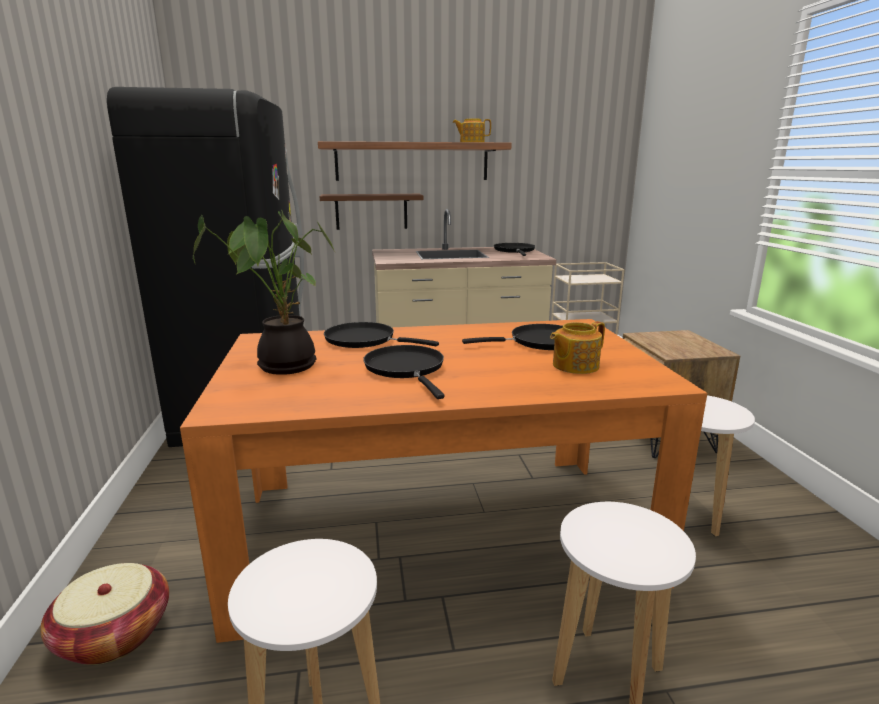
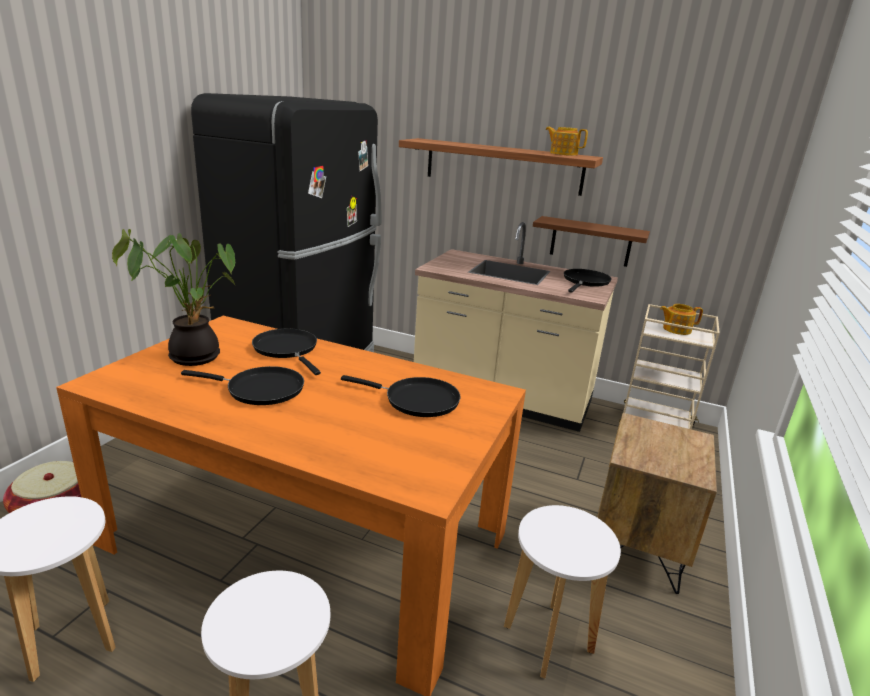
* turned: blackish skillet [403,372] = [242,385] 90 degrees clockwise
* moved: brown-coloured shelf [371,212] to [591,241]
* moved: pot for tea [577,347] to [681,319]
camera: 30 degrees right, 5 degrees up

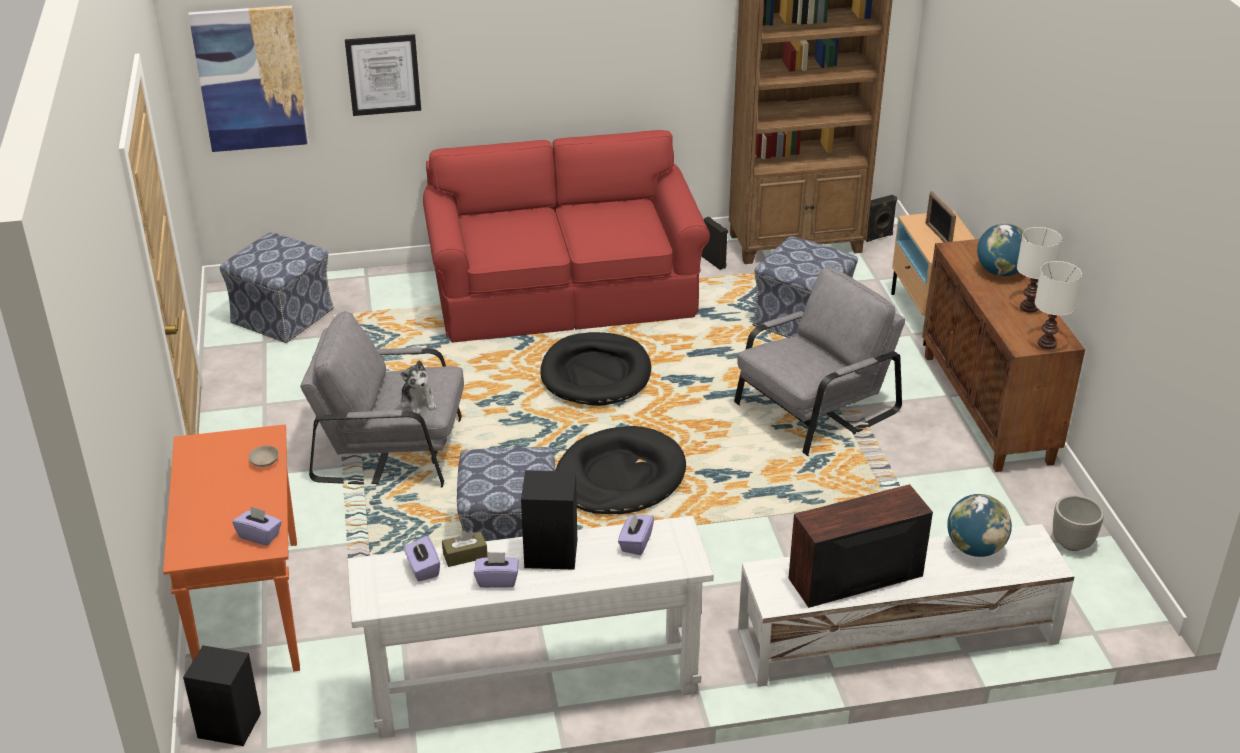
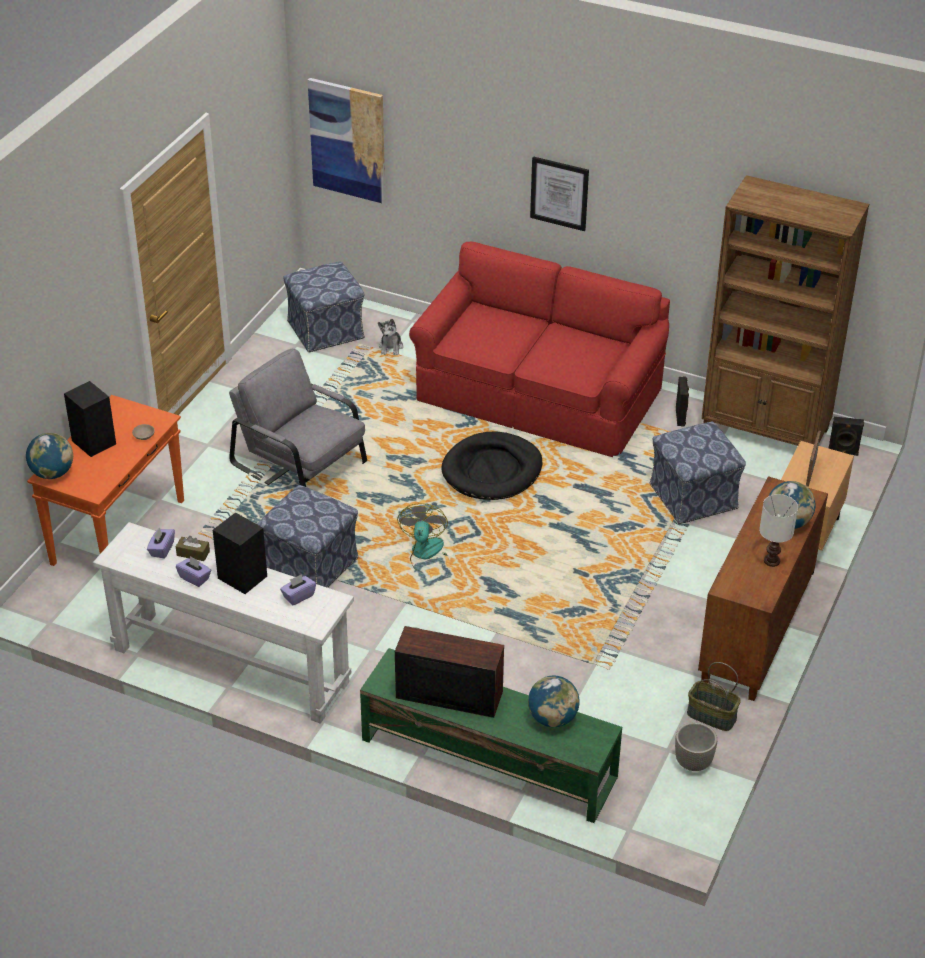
* added: world globe [49,456]
* moved: blackish loudspeaker [222,695] to [90,419]
* recoloured: whitish media console [906,605] to green media console [491,735]
* moved: plush toy [418,387] to [390,337]
* replaced: blackish pet bed [620,470] to fan [422,537]
* moved: picture [383,75] to [559,193]
* added: basket [714,696]
* removed: purple-coloured tissue holder [257,526]
* removed: greyish lounge chair [819,361]
* removed: whitish tabletop lamp [1058,305]
camera: 35 degrees right, 5 degrees up

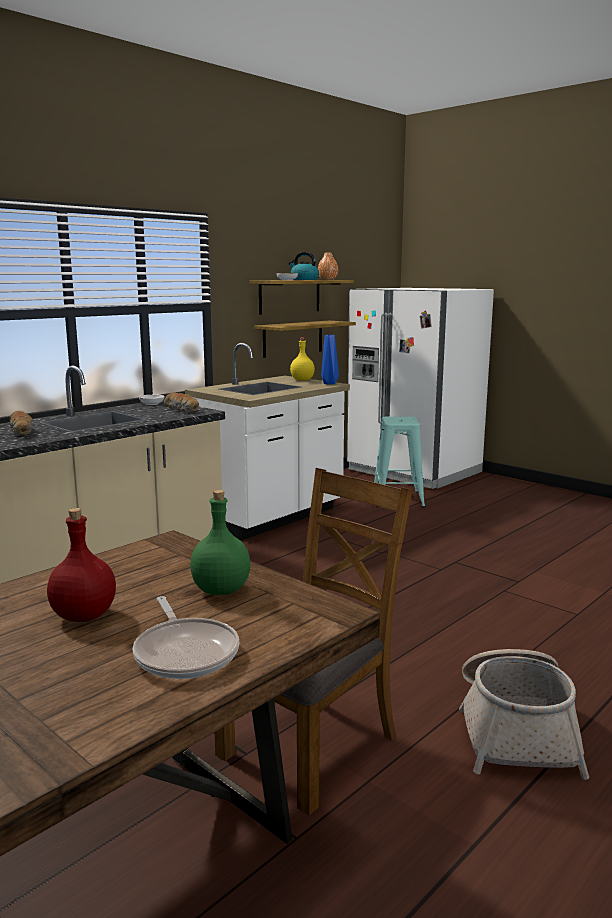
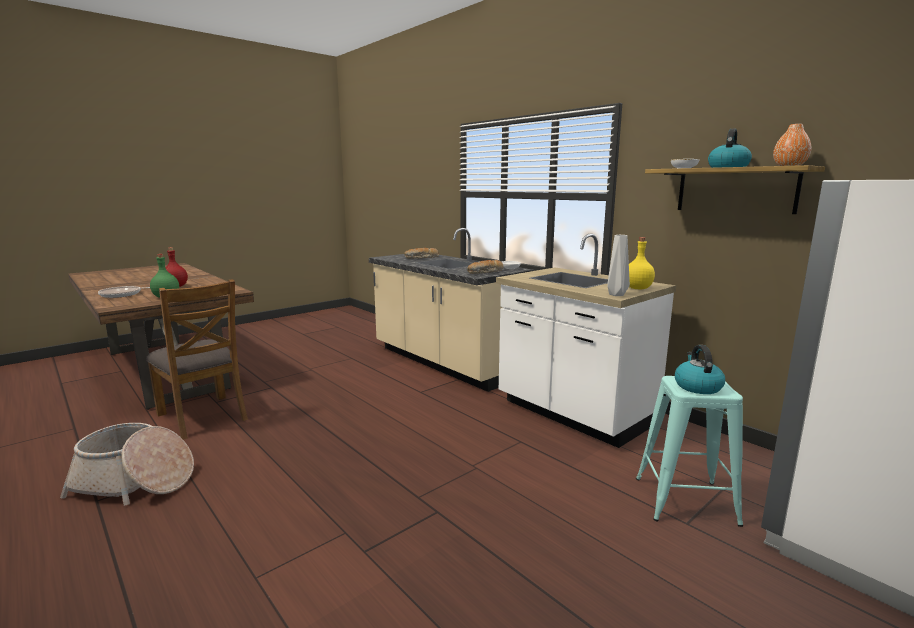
* recoloured: blue decorative vase [330,360] to greyish decorative vase [619,265]
* added: tea kettle [700,369]
* removed: shelf [305,339]
camera: 95 degrees right, 0 degrees up

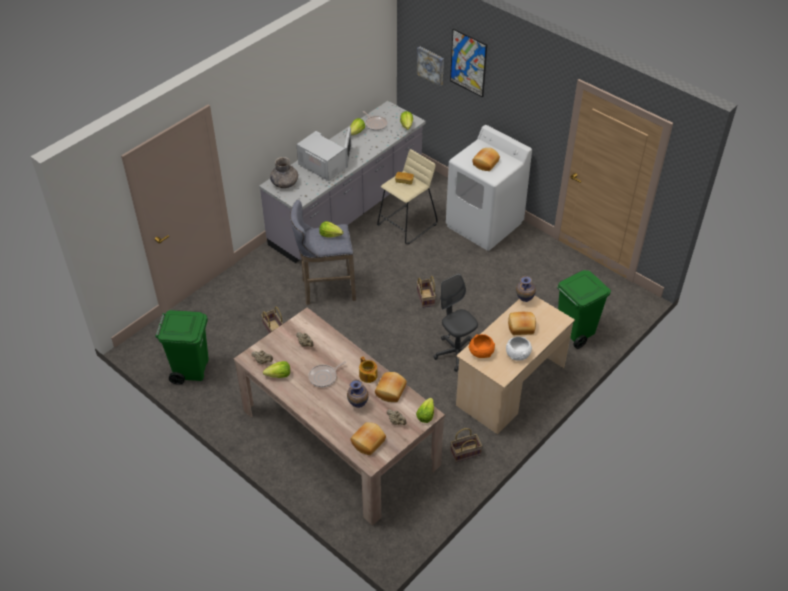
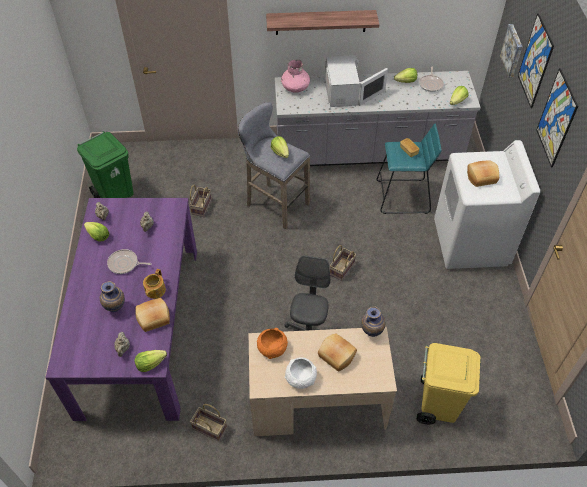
* recoloured: sand-coloured kitchen table [339,416] to purple-coloured kitchen table [121,309]
* added: shelf [322,22]
* recoloured: greyish decorative vase [284,172] to pink decorative vase [295,76]
* recoloured: sand-coloured stool seat [407,196] to turquoise stool seat [409,168]
* recoloured: green trash can [584,309] to yellow trash can [449,383]
* added: picture [557,118]
* removed: baked bread [368,438]
camera: 45 degrees right, 5 degrees up

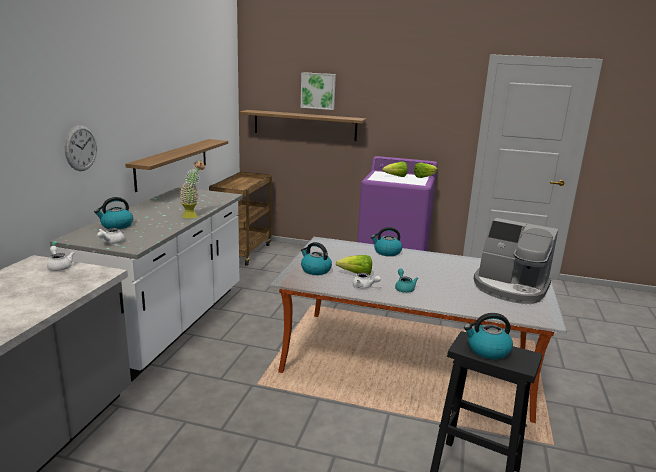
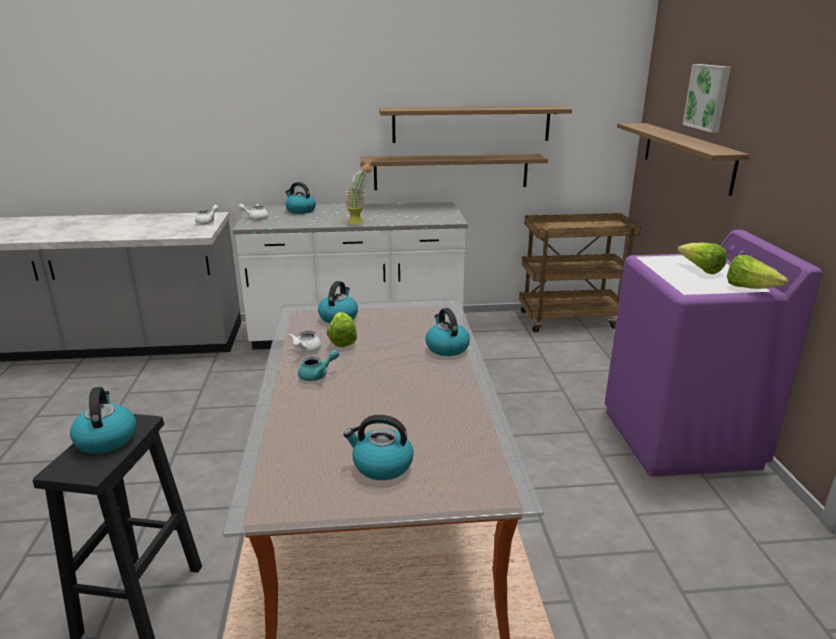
* replaced: coffee machine [516,261] to tea kettle [378,447]
* added: shelf [475,124]
* removed: hanging clock [80,148]
camera: 70 degrees right, 5 degrees up

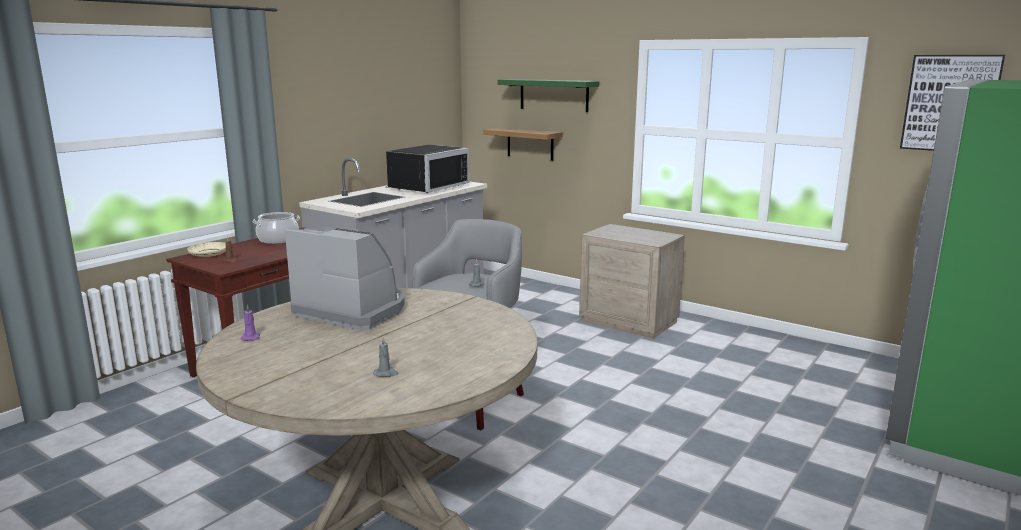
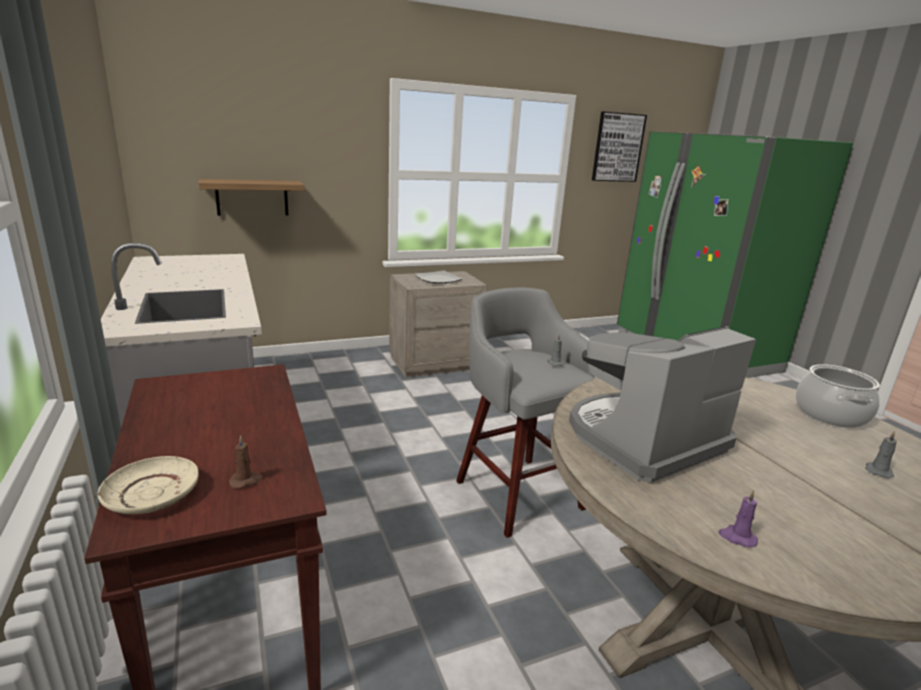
* added: plate [438,277]
* moved: saucepot [276,228] to [838,396]
* removed: blackish microwave [427,169]
* removed: green shelf [548,95]
camera: 60 degrees left, 5 degrees up

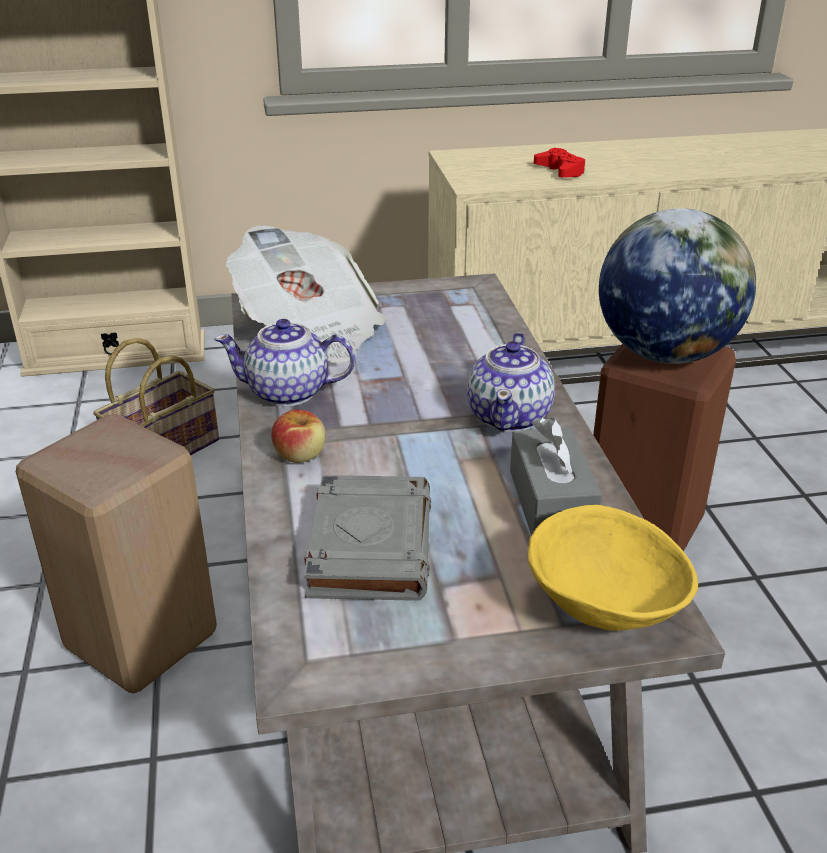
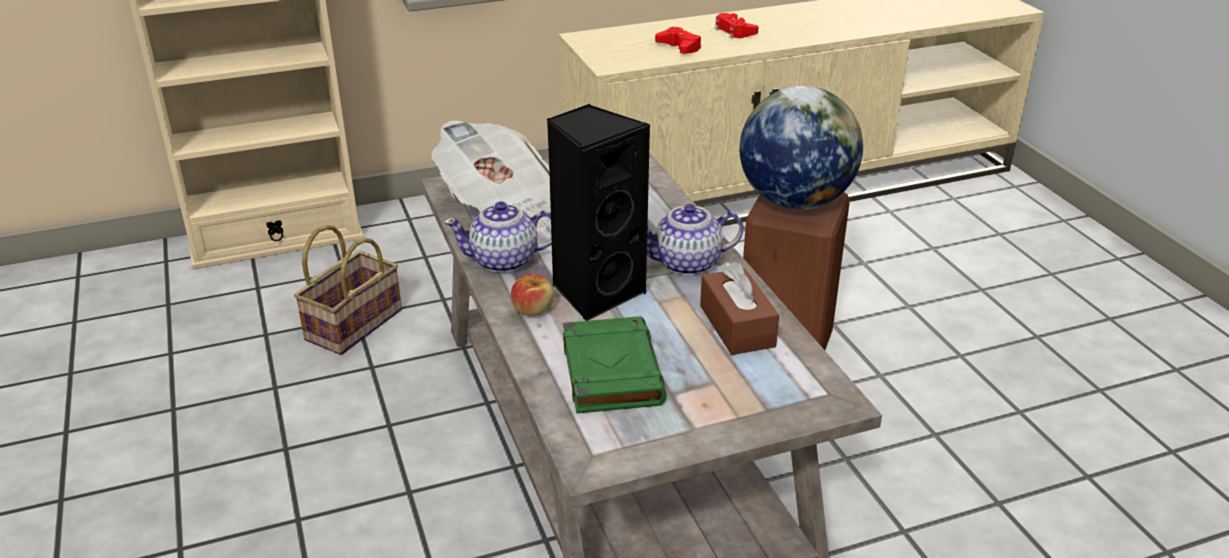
* added: blackish loudspeaker [598,212]
* recoloured: greyish book [367,538] to green book [615,364]
* turned: pot for tea [511,382] = [695,240] 75 degrees clockwise
* recoloured: greyish tissue holder [556,476] to brown-coloured tissue holder [739,308]
* added: reddish joypad [737,26]
* removed: sand-coloured stool seat [116,553]
* removed: yellow serving bowl [613,568]
camera: 10 degrees left, 0 degrees up

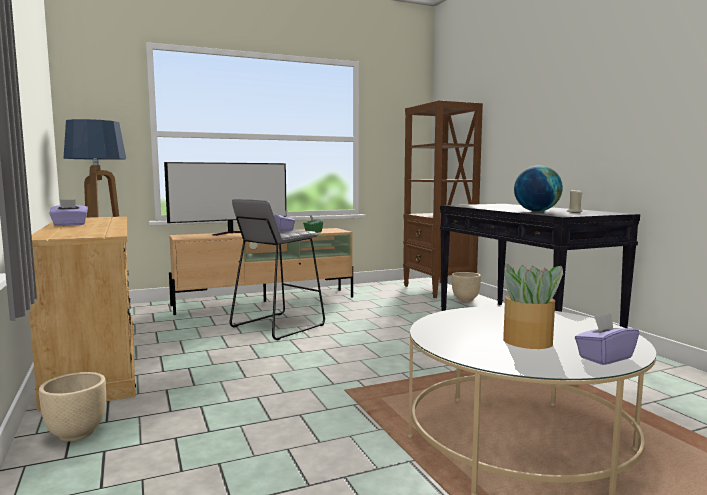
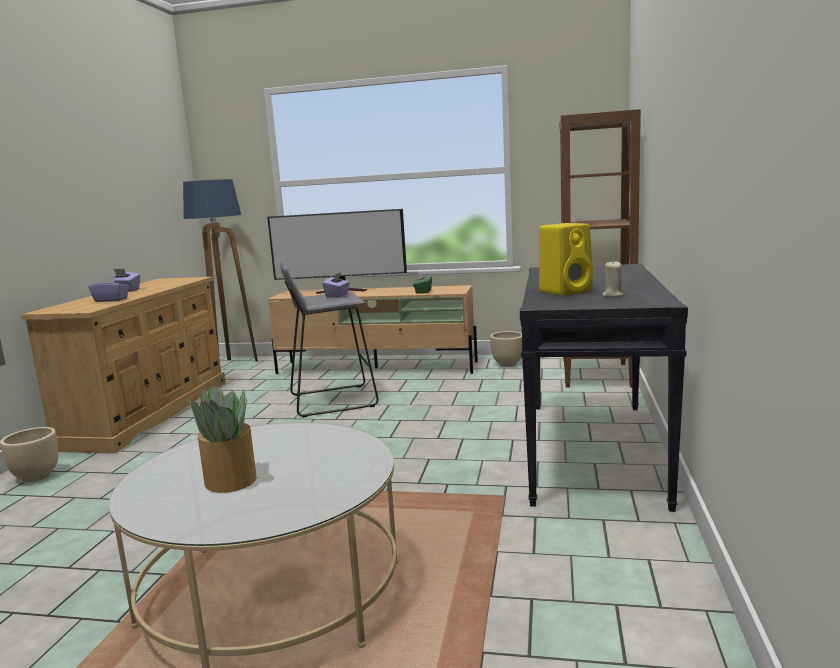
* moved: purple-coloured tissue holder [607,339] to [108,288]
* moved: sand-coloured planter [466,287] to [506,349]
* replaced: world globe [538,188] to yellow loudspeaker [566,259]
camera: 35 degrees right, 5 degrees up

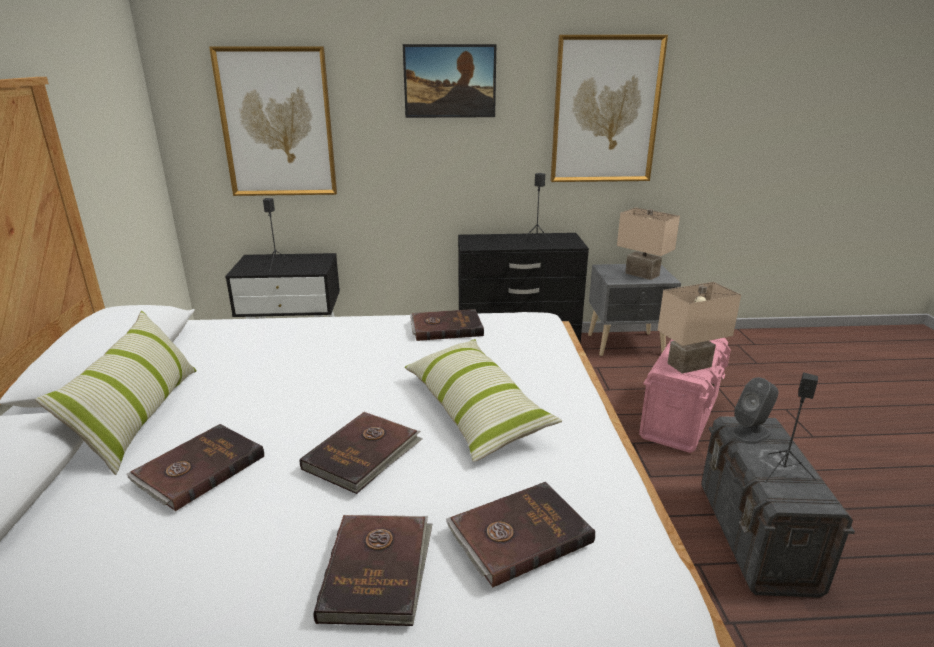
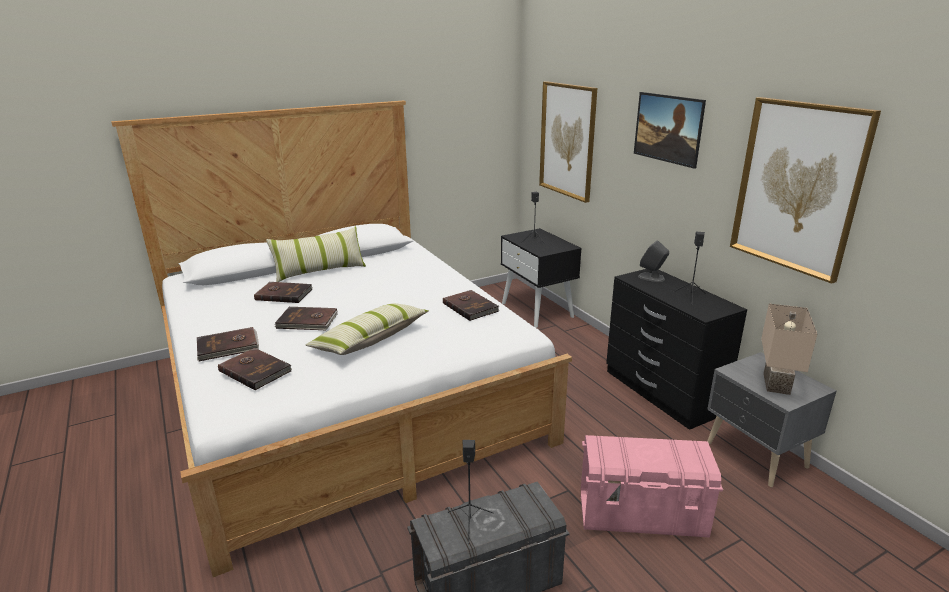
* moved: greyish loudspeaker [755,410] to [653,261]
* removed: sand-coloured tabletop lamp [699,328]
camera: 65 degrees right, 0 degrees up

